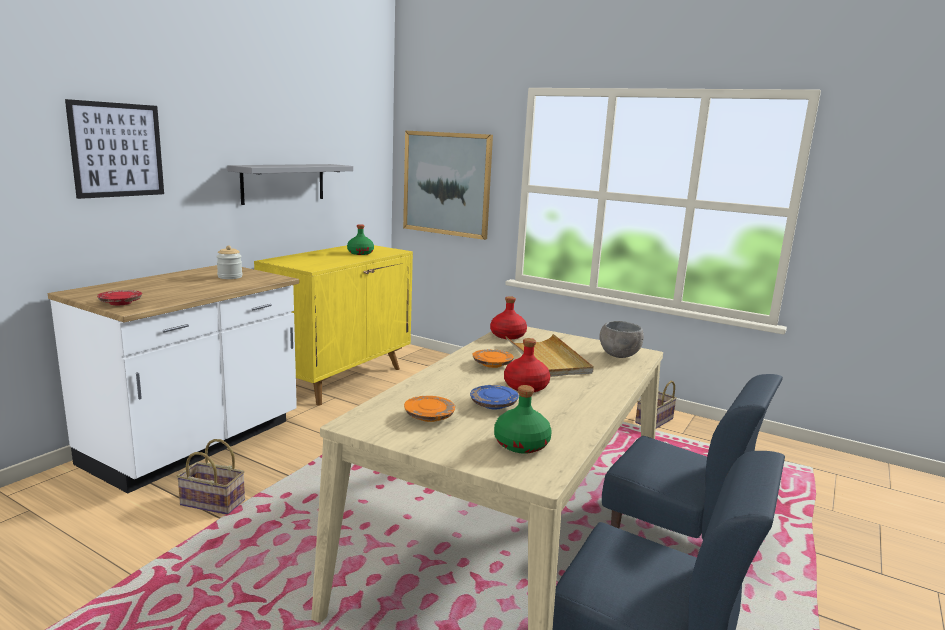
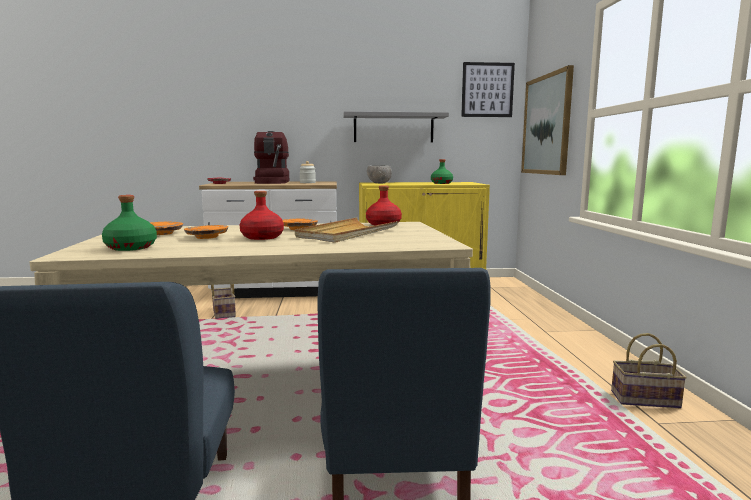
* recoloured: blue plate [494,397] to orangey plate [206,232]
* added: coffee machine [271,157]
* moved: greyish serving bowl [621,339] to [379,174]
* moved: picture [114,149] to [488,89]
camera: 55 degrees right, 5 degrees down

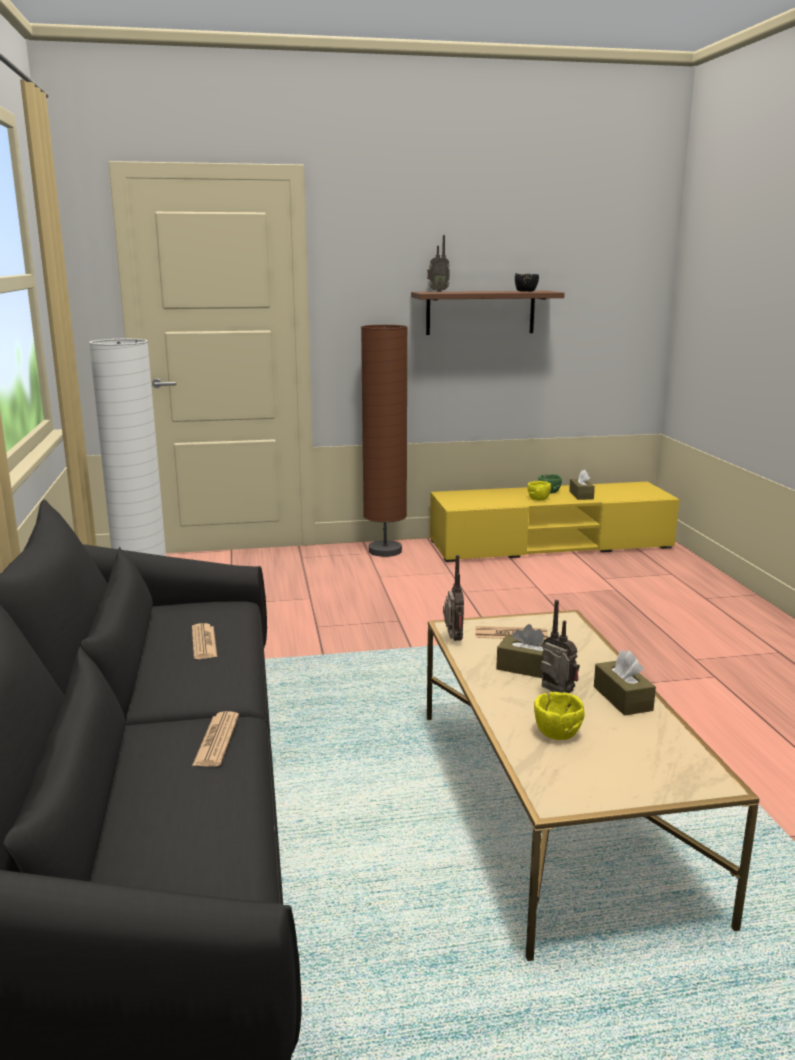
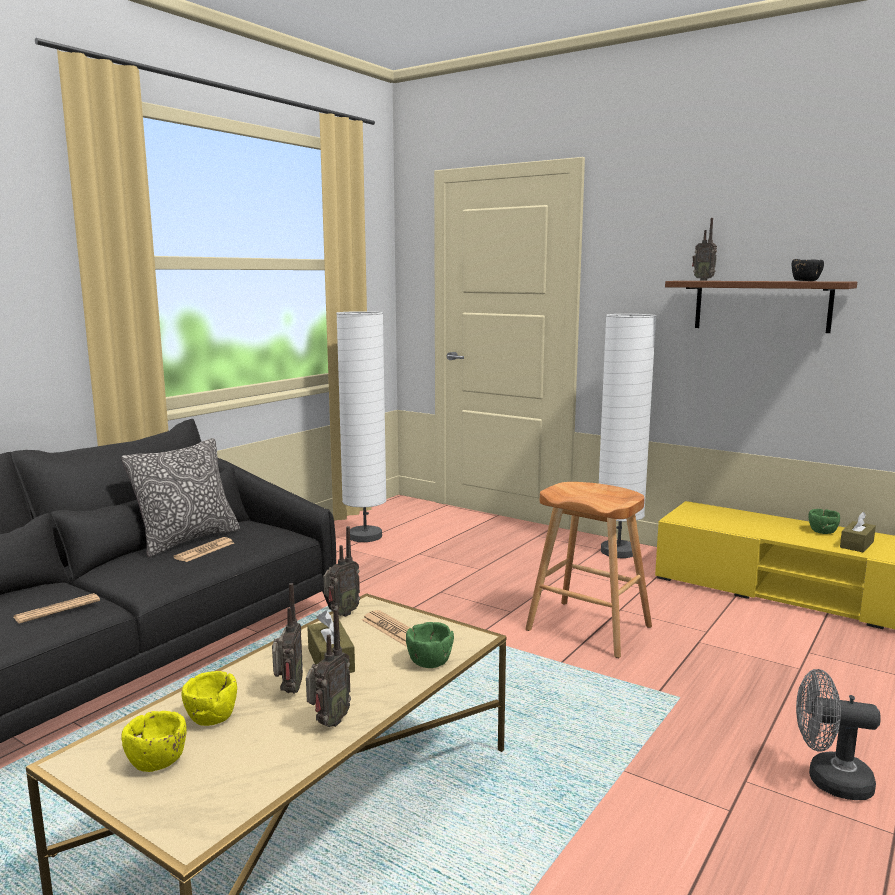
* moved: yellow serving bowl [539,490] to [154,741]
* added: throw pillow [181,497]
* replaced: brown-coloured tissue holder [625,683] to radio set [328,667]
* added: green serving bowl [430,645]
* added: brown-coloured stool seat [588,570]
* recoloured: brown-coloured floor lamp [384,441] to whitish floor lamp [627,436]
* added: greyish fan [838,734]
camera: 45 degrees right, 5 degrees down

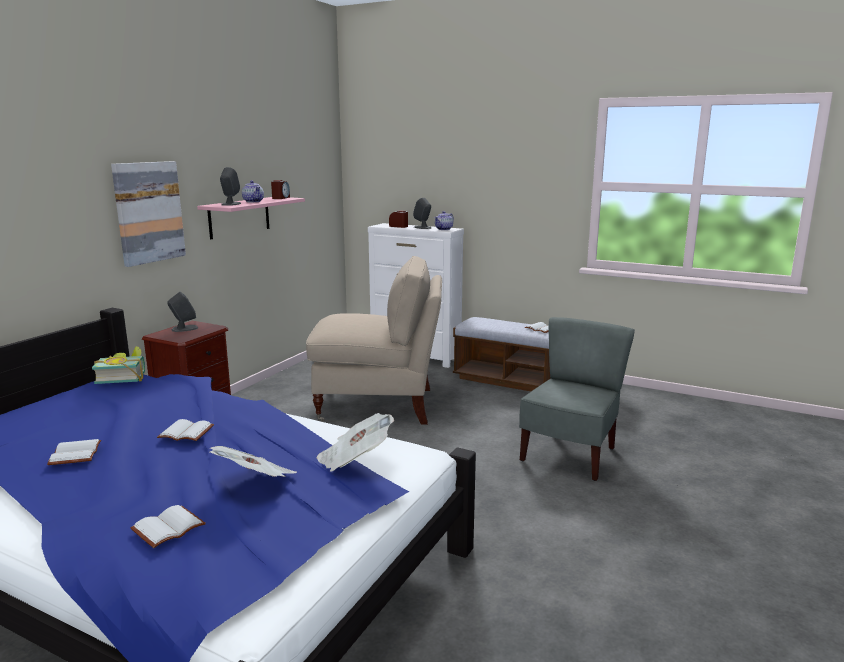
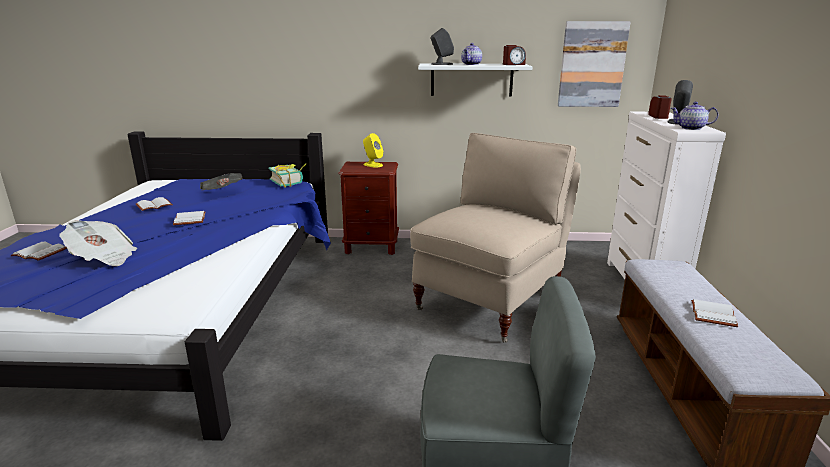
* moved: newspaper [355,442] to [221,181]
* recoloured: greyish loudspeaker [182,312] to yellow loudspeaker [373,150]
* turned: sand-coloured chair [374,340] = [495,238] 120 degrees counterclockwise
* recoloured: pink shelf [251,218] to whitish shelf [475,79]
* moved: picture [148,214] to [594,64]
camera: 65 degrees right, 5 degrees up

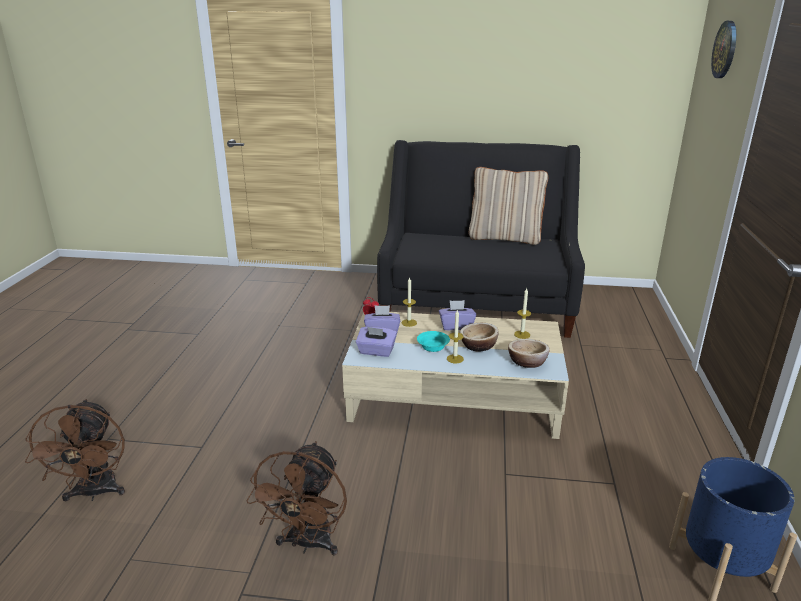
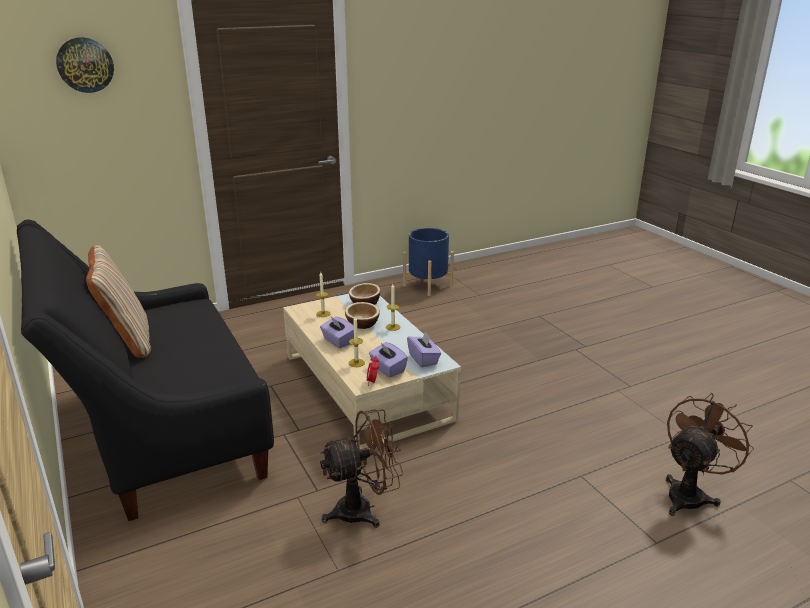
* moved: brown-coloured fan [296,498] to [362,468]
* removed: turquoise serving bowl [433,341]
camera: 125 degrees left, 0 degrees up

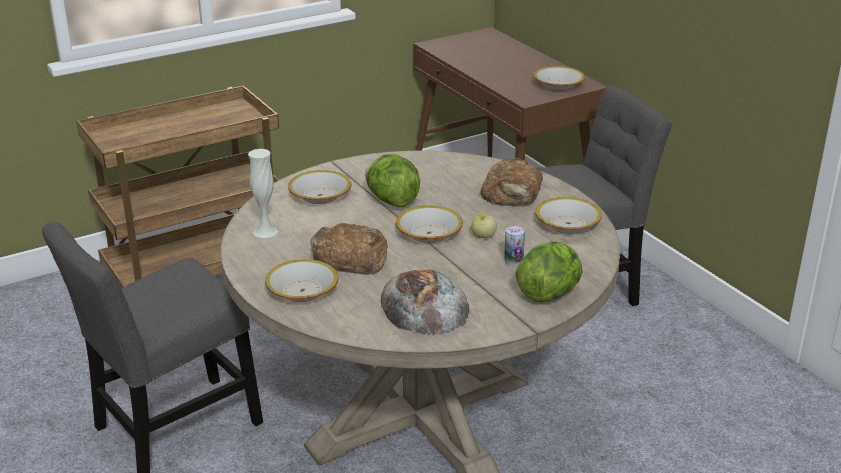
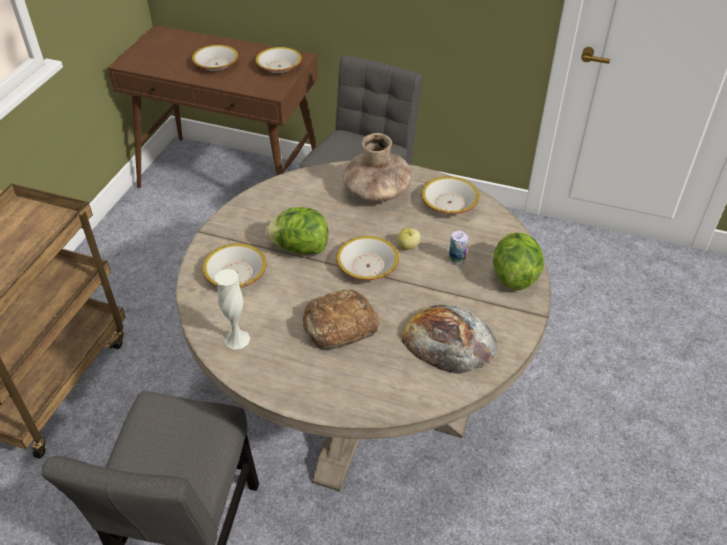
* moved: serving bowl [301,280] to [215,58]
* replaced: baked bread [512,182] to brown-coloured decorative vase [377,167]
camera: 40 degrees left, 15 degrees up

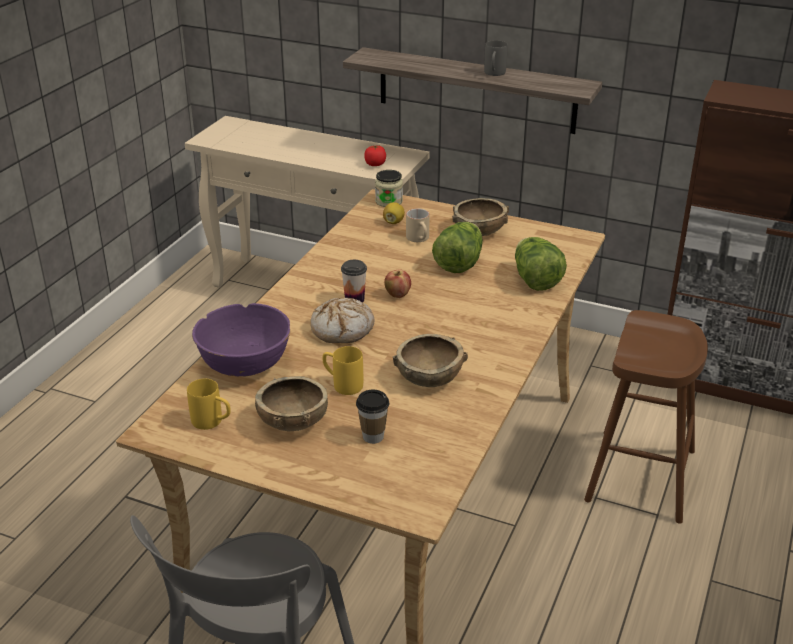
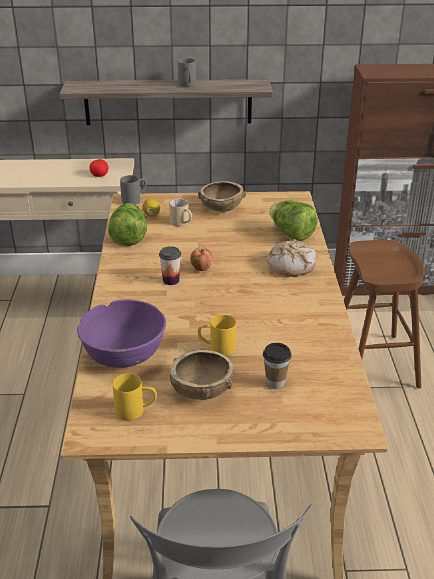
* moved: lettuce head [457,247] to [127,224]
* replaced: storage jar [389,188] to greyish coffee mug [133,190]
* moved: baked bread [342,320] to [291,258]
* removed: brown-coloured serving bowl [430,360]
camera: 25 degrees left, 0 degrees up

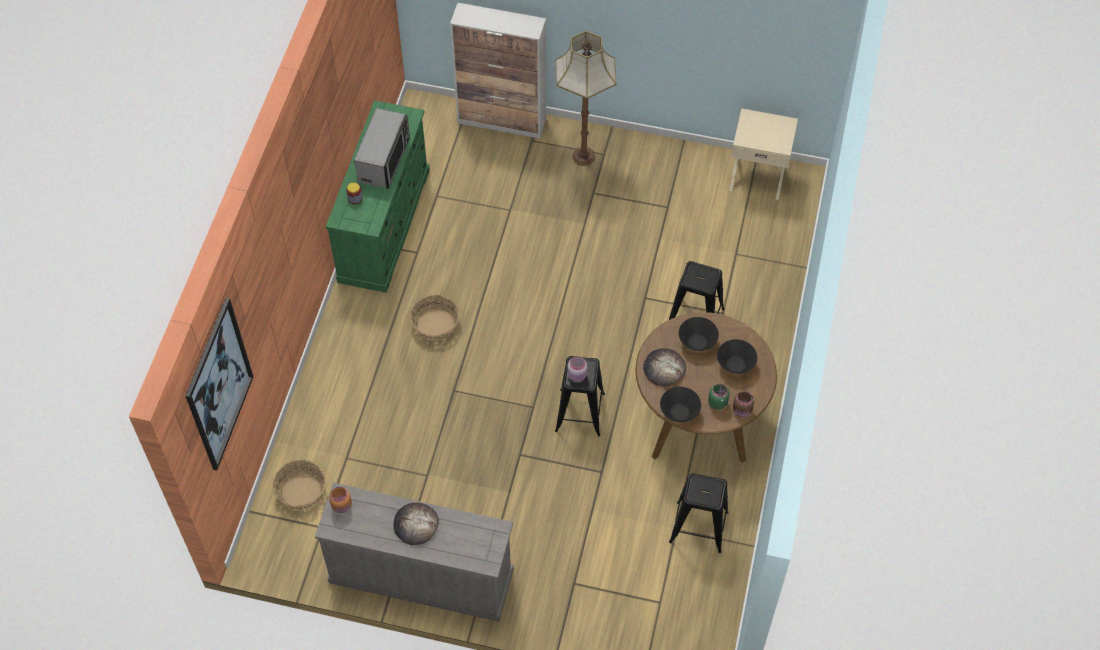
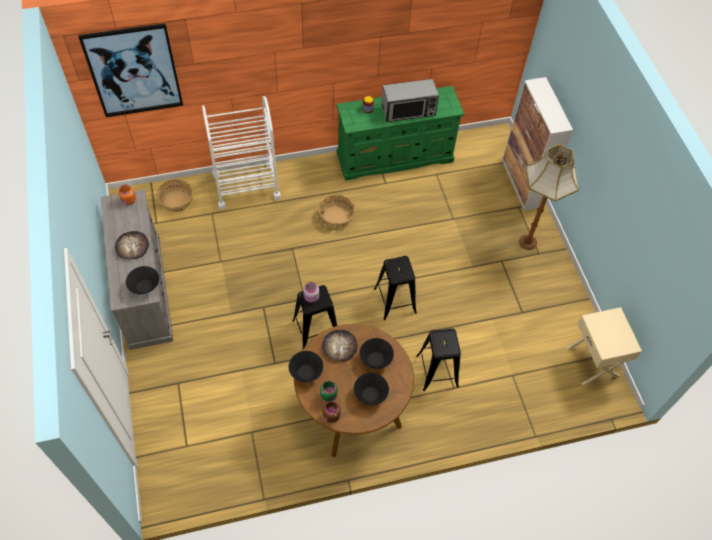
* added: blackish serving bowl [142,280]
* added: whitish wheeled cart [241,153]
* moved: blackish stool seat [699,513] to [395,288]
camera: 60 degrees right, 0 degrees up

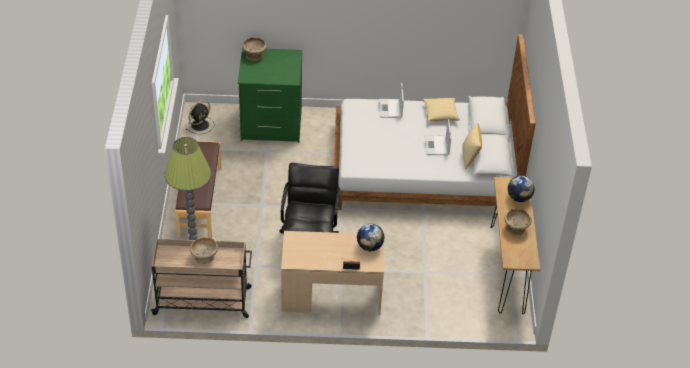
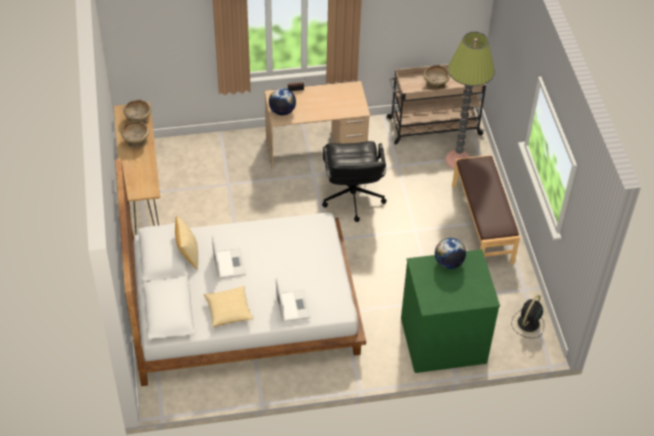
* moved: sand-coloured serving bowl [254,49] to [137,112]
* moved: world globe [521,188] to [450,253]
camera: 170 degrees right, 5 degrees up

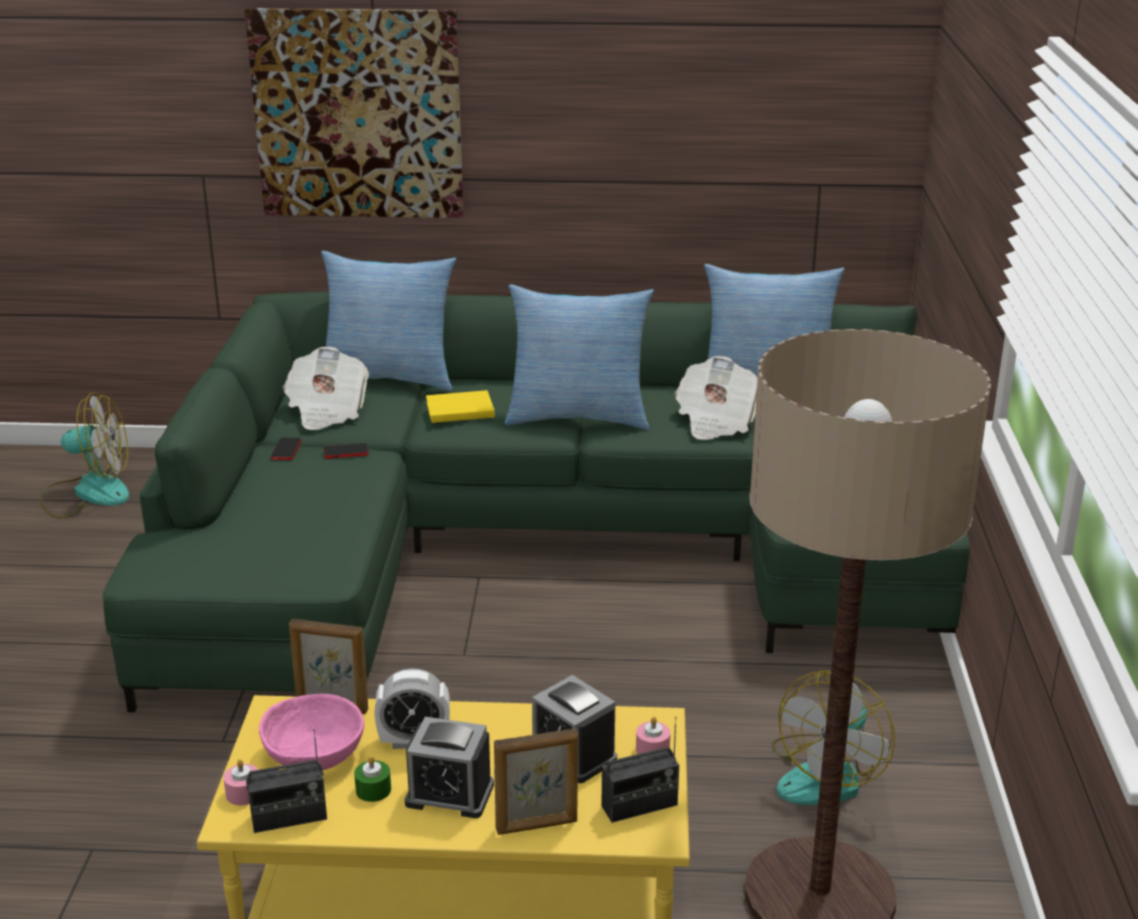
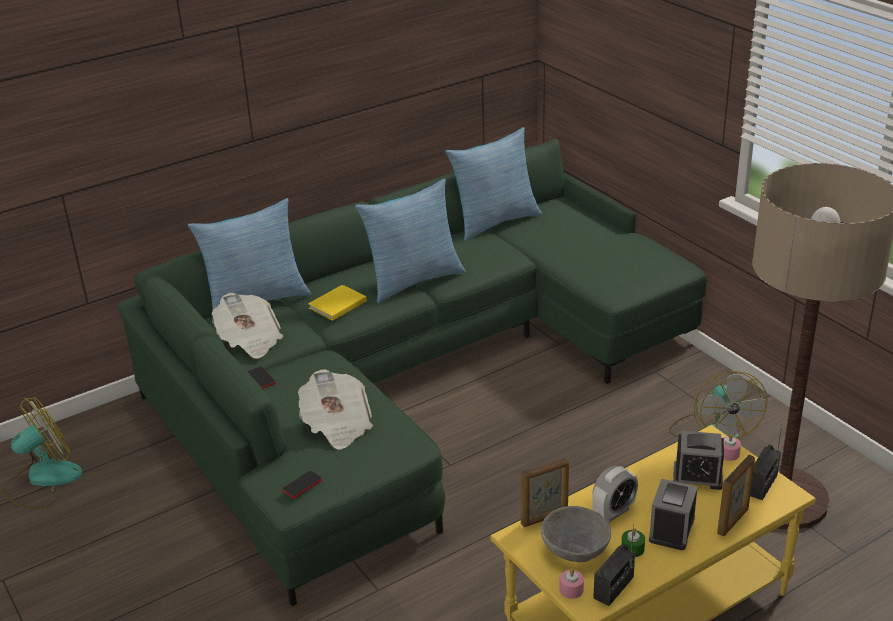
* moved: phone [346,450] to [302,484]
* moved: newspaper [716,398] to [335,409]
* recoloured: pink serving bowl [311,732] to greyish serving bowl [576,534]
* turned: bedside clock [449,767] = [673,514] 135 degrees clockwise
* removed: picture [354,113]
camera: 35 degrees left, 5 degrees up

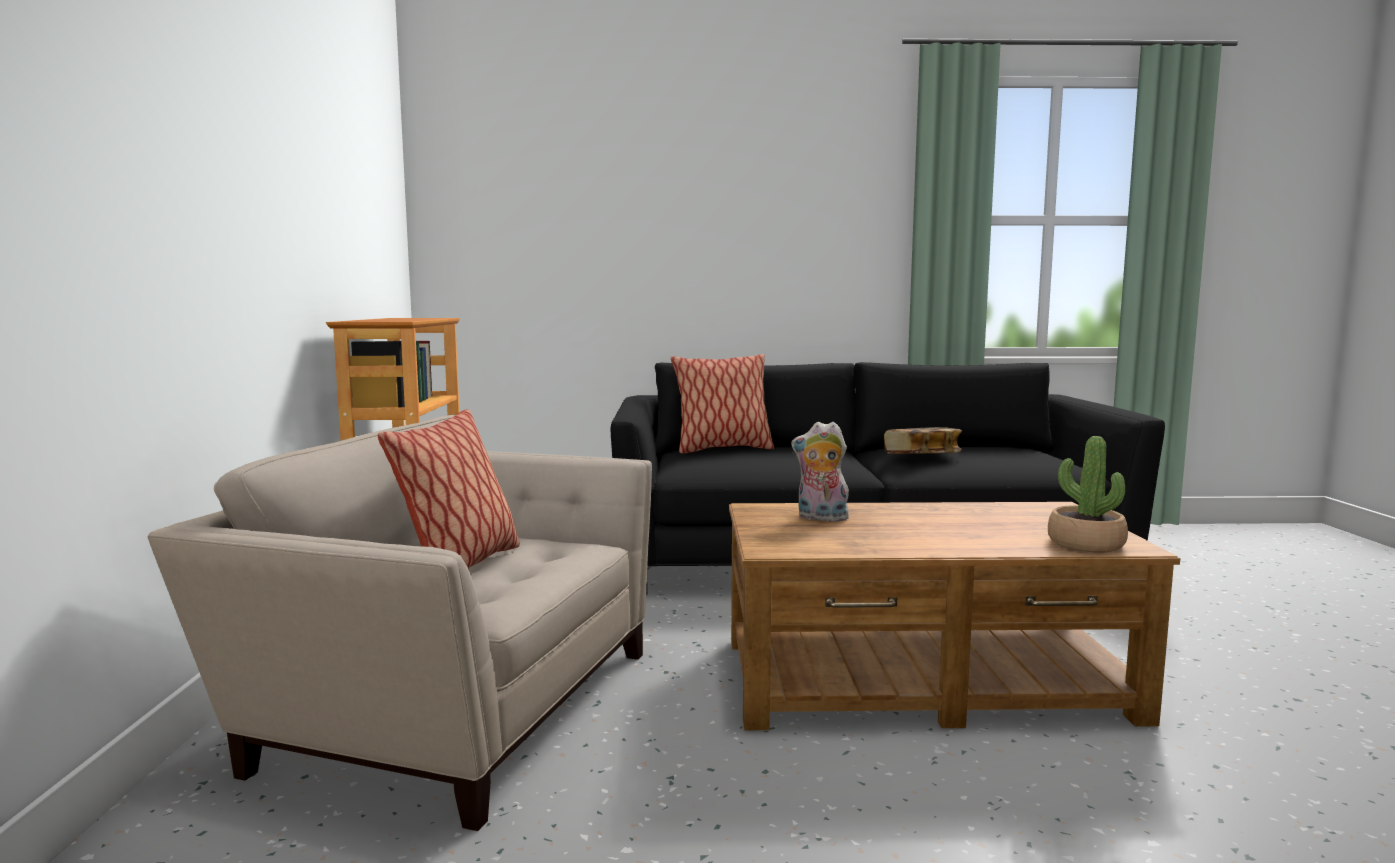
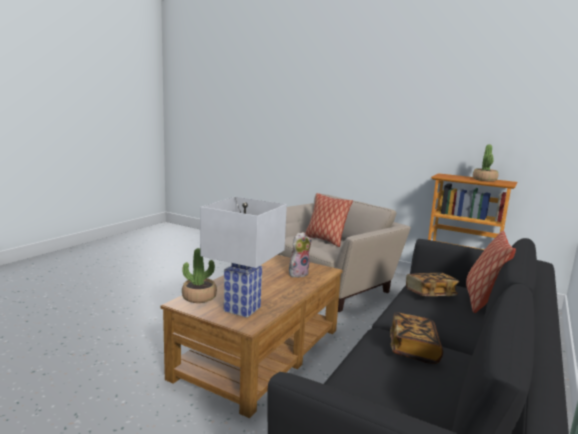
* added: whitish tabletop lamp [243,257]
* added: book [432,284]
* added: potted plant [485,163]
camera: 120 degrees right, 5 degrees up

